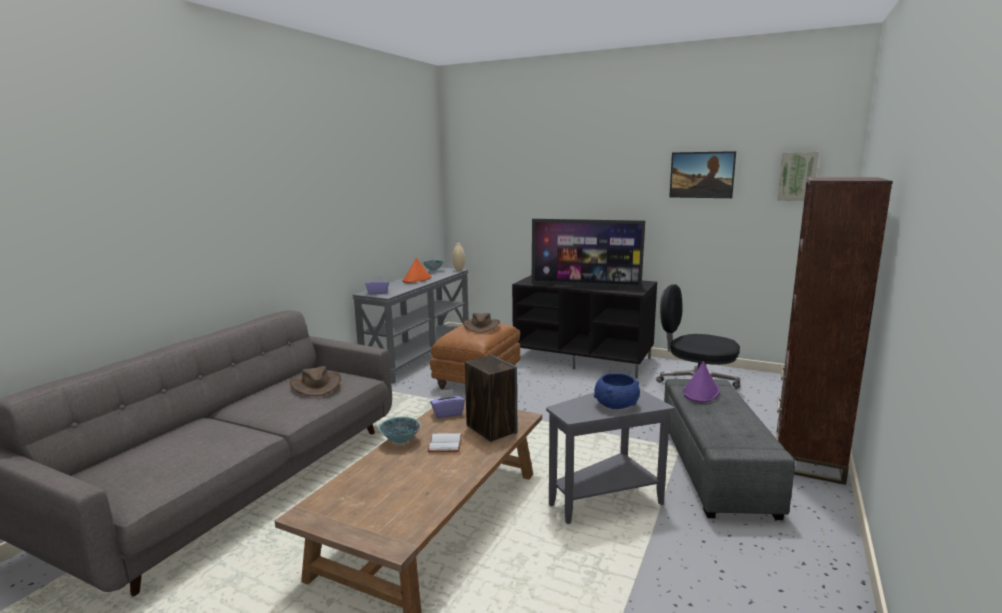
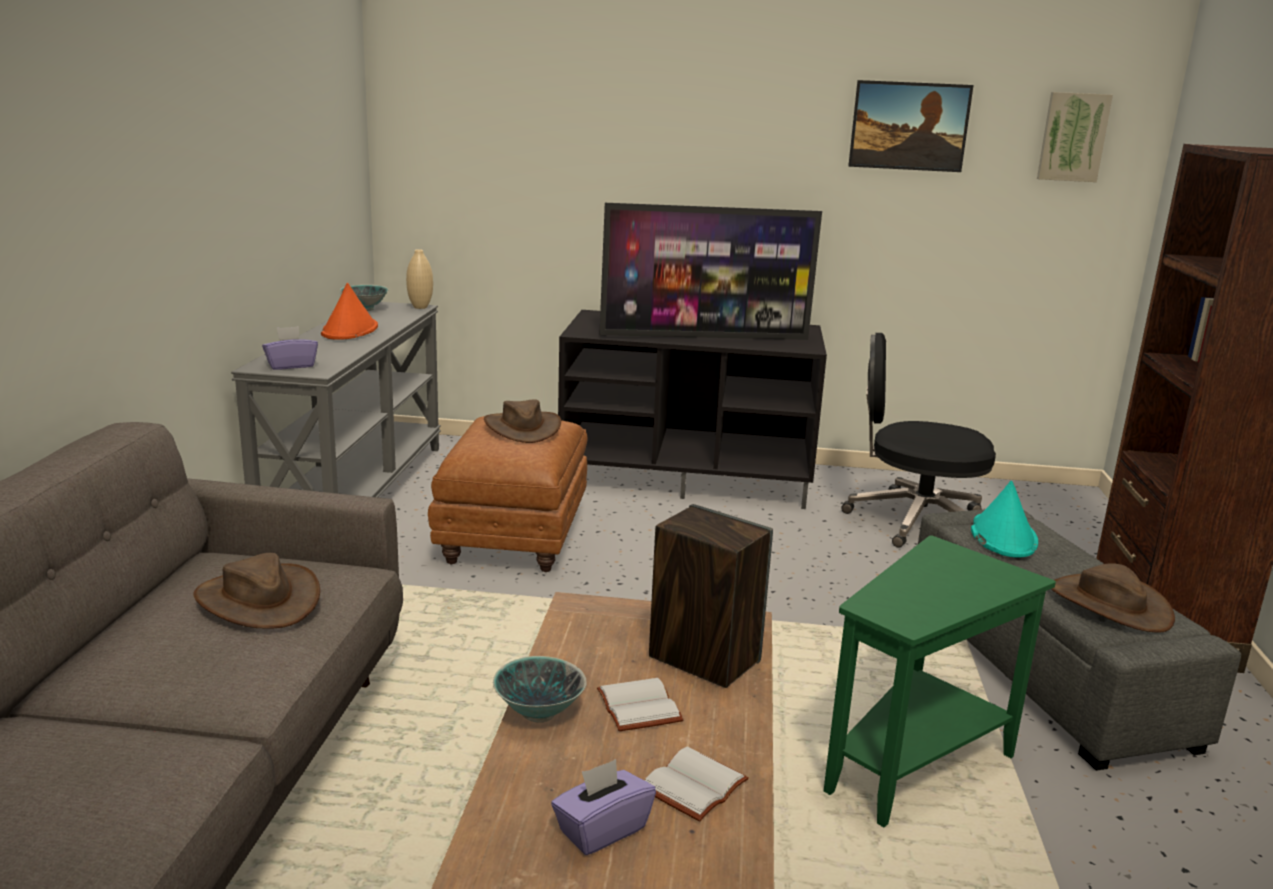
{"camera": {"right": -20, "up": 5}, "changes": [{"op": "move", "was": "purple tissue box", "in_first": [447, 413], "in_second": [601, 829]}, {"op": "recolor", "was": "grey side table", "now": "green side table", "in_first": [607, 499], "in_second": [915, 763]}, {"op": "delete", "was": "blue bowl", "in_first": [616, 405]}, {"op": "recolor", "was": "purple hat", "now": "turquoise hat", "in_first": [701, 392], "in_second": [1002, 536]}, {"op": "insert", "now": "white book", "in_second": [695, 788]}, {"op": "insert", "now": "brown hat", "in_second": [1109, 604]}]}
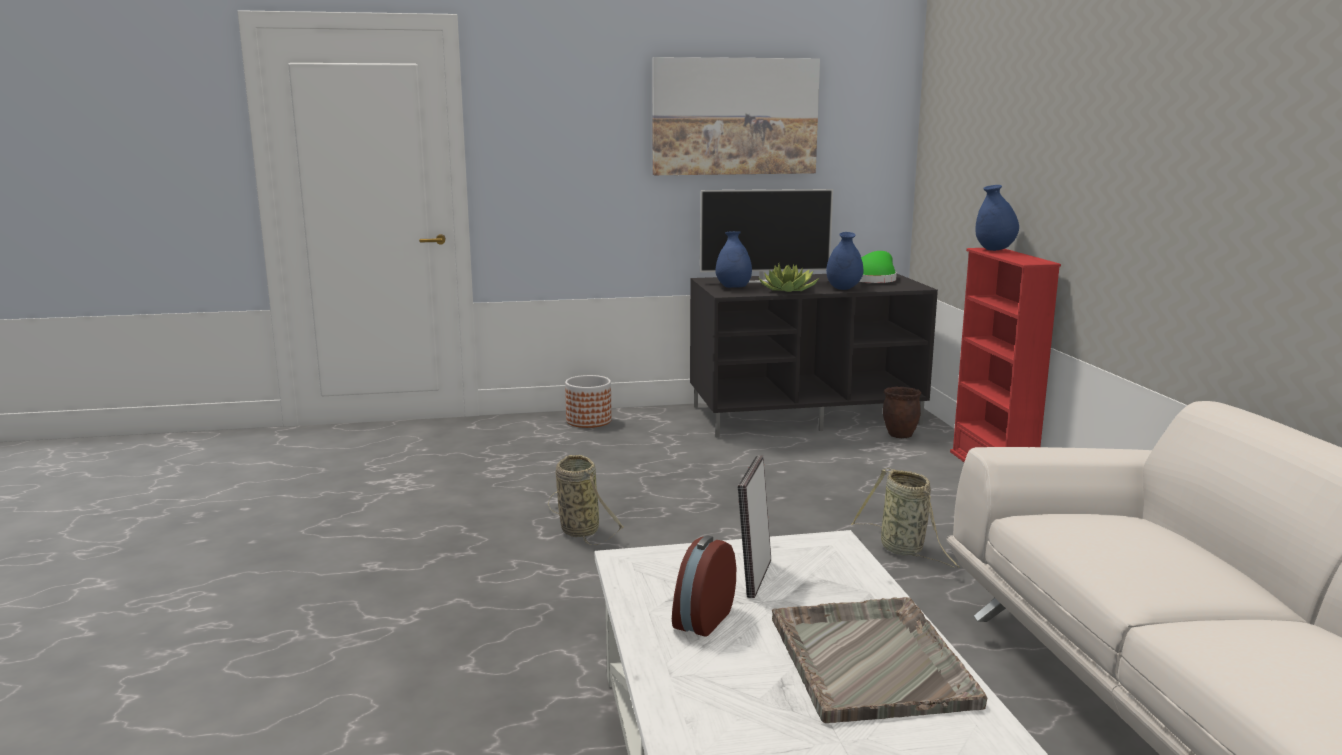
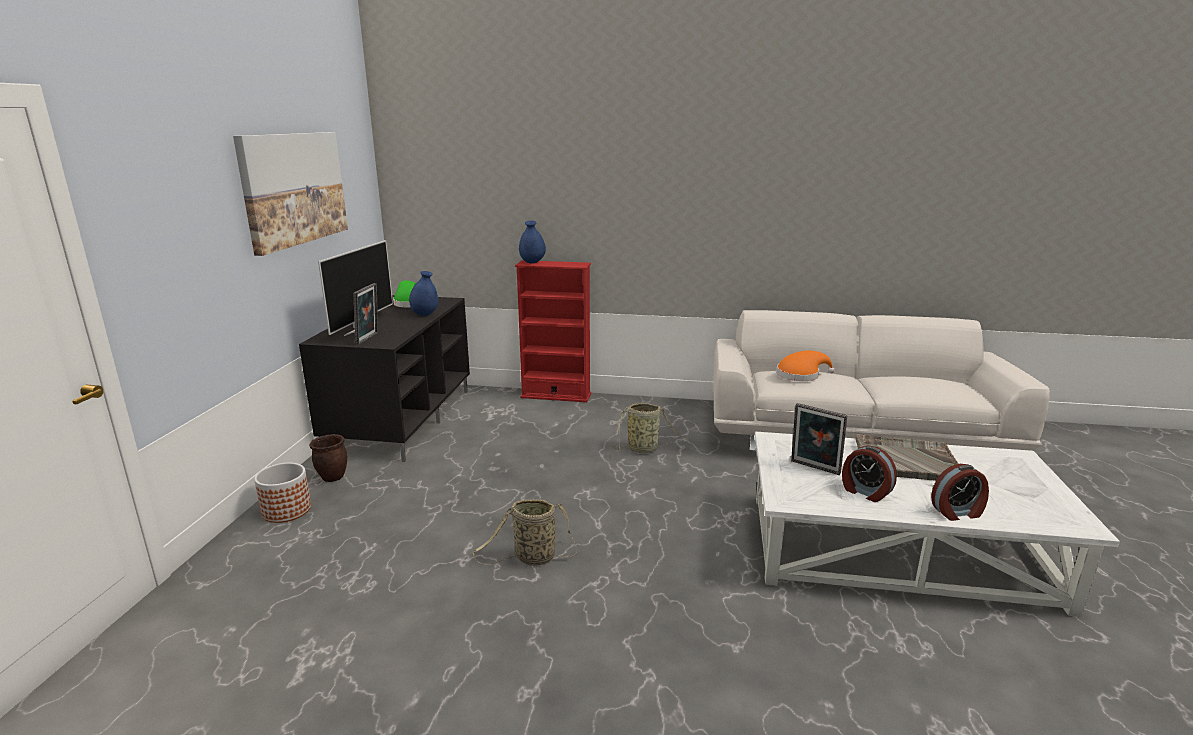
{"camera": {"right": -70, "up": 5}, "changes": [{"op": "replace", "was": "blue vase", "now": "picture frame", "in_first": [733, 288], "in_second": [369, 339]}, {"op": "delete", "was": "potted plant", "in_first": [789, 290]}, {"op": "move", "was": "brown planter", "in_first": [900, 435], "in_second": [333, 477]}, {"op": "insert", "now": "orange hat", "in_second": [800, 375]}, {"op": "insert", "now": "alarm clock", "in_second": [957, 513]}]}
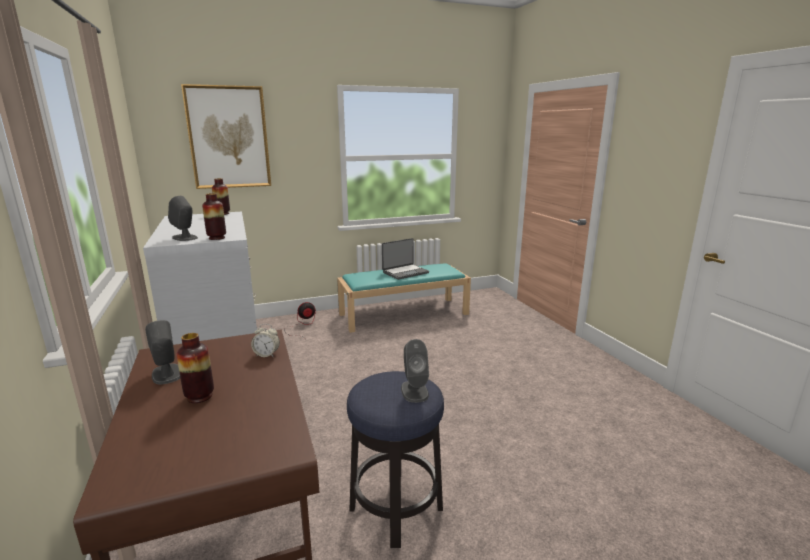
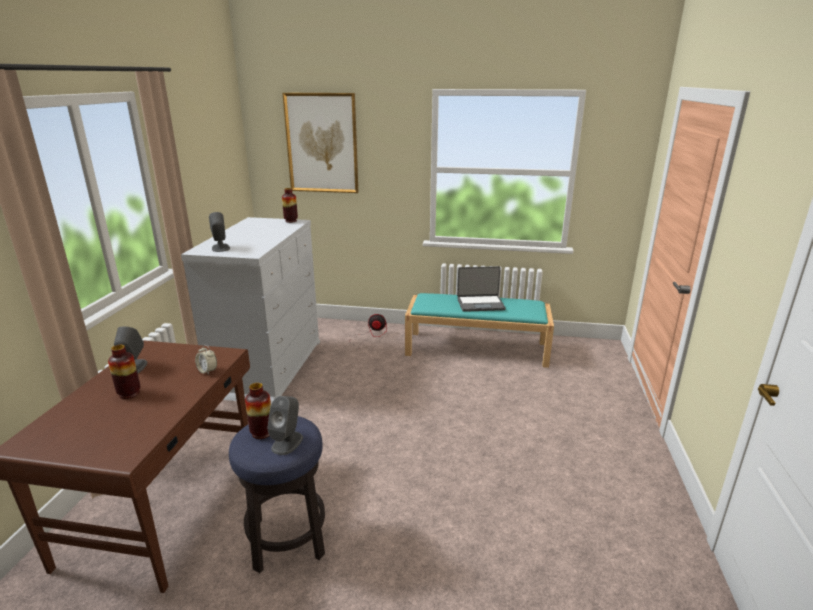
{"camera": {"right": 30, "up": 5}, "changes": [{"op": "move", "was": "vase", "in_first": [217, 238], "in_second": [262, 433]}]}
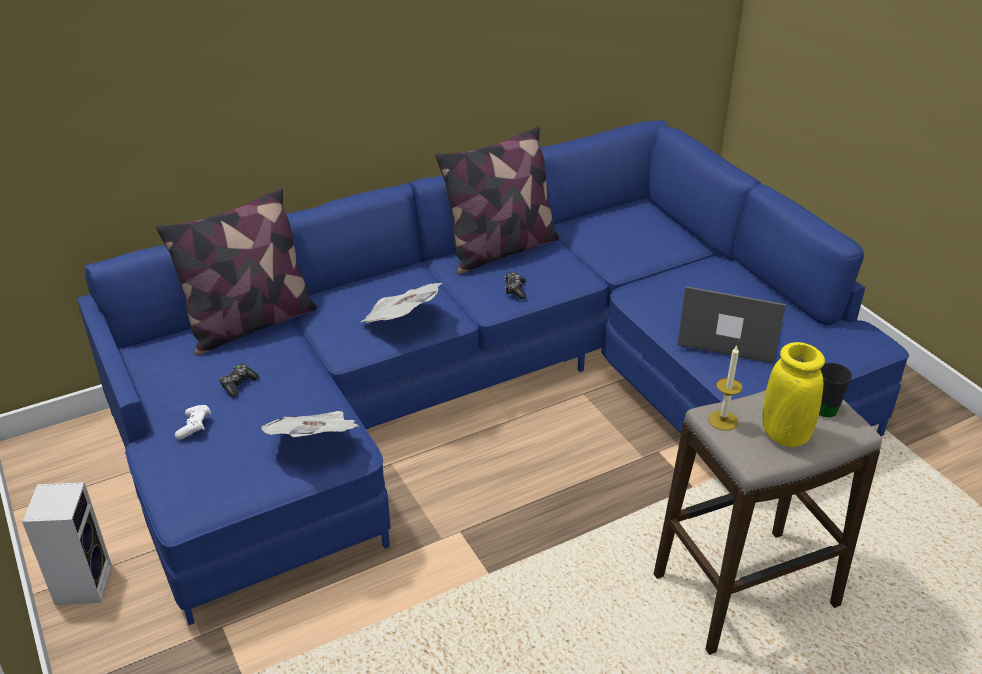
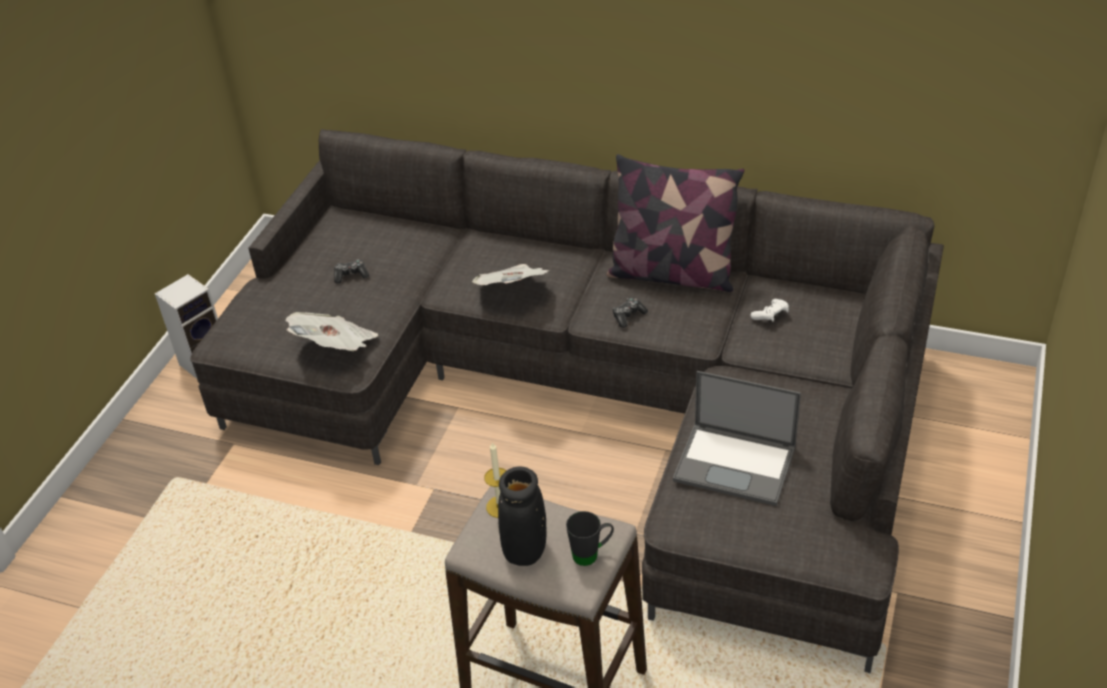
{"camera": {"right": 50, "up": 5}, "changes": [{"op": "recolor", "was": "blue sofa", "now": "grey sofa", "in_first": [490, 393], "in_second": [595, 401]}, {"op": "delete", "was": "pillow", "in_first": [250, 323]}, {"op": "move", "was": "white game controller", "in_first": [195, 427], "in_second": [770, 316]}, {"op": "rotate", "was": "laptop", "in_first": [728, 333], "in_second": [736, 464], "clockwise": 135}, {"op": "recolor", "was": "yellow vase", "now": "black vase", "in_first": [784, 434], "in_second": [525, 550]}]}
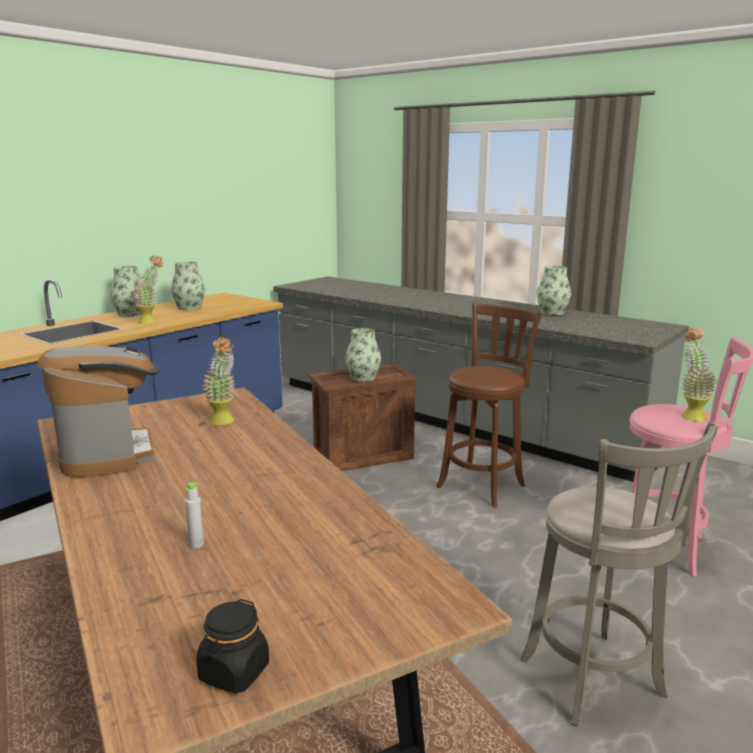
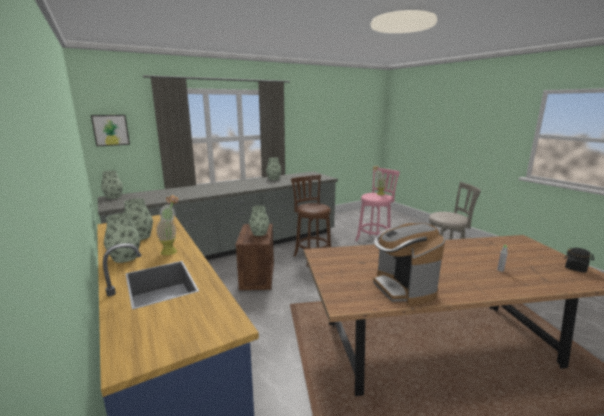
{"camera": {"right": -70, "up": 0}, "changes": [{"op": "rotate", "was": "coffee machine", "in_first": [108, 454], "in_second": [403, 288], "clockwise": -105}, {"op": "delete", "was": "potted plant", "in_first": [224, 422]}, {"op": "insert", "now": "picture", "in_second": [110, 130]}, {"op": "insert", "now": "vase", "in_second": [113, 197]}]}
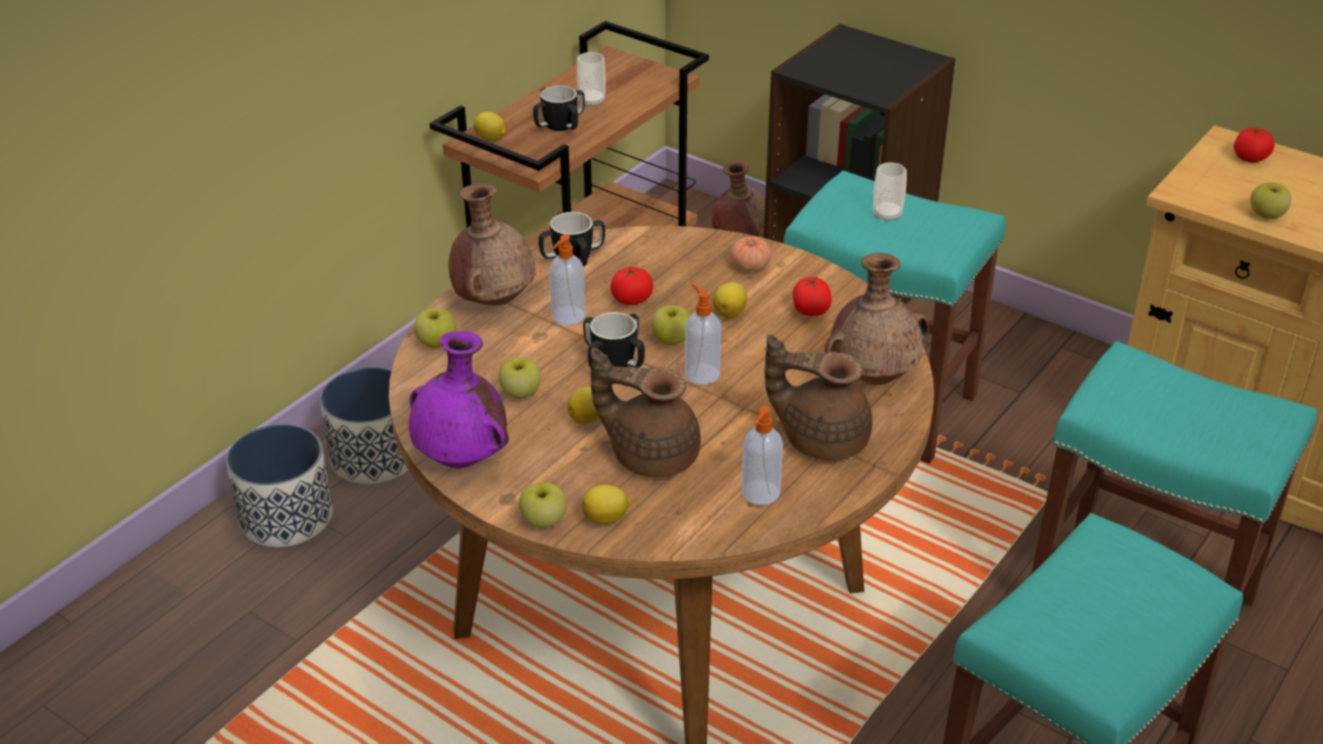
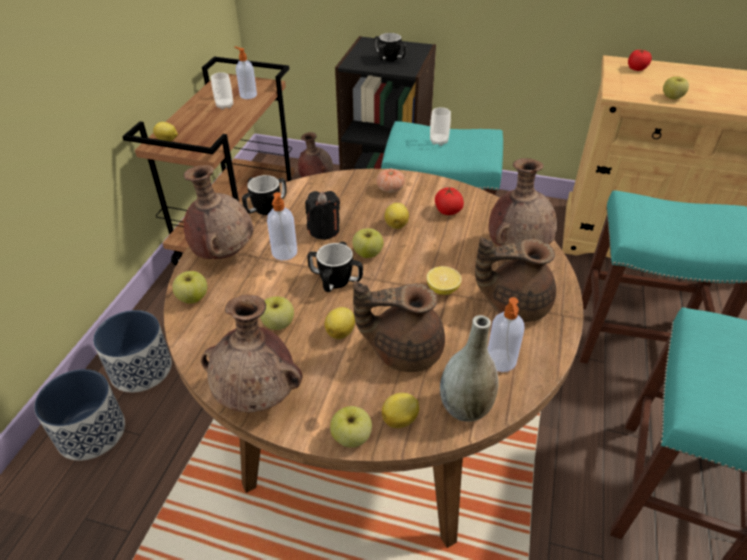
{"camera": {"right": -20, "up": 5}, "changes": [{"op": "recolor", "was": "purple vase", "now": "brown vase", "in_first": [463, 459], "in_second": [258, 397]}, {"op": "move", "was": "mug", "in_first": [559, 125], "in_second": [389, 58]}, {"op": "replace", "was": "tomato", "now": "black candle", "in_first": [632, 299], "in_second": [324, 230]}, {"op": "move", "was": "soap dispenser", "in_first": [701, 373], "in_second": [248, 95]}, {"op": "insert", "now": "lemon", "in_second": [442, 289]}, {"op": "insert", "now": "grey vase", "in_second": [465, 408]}]}
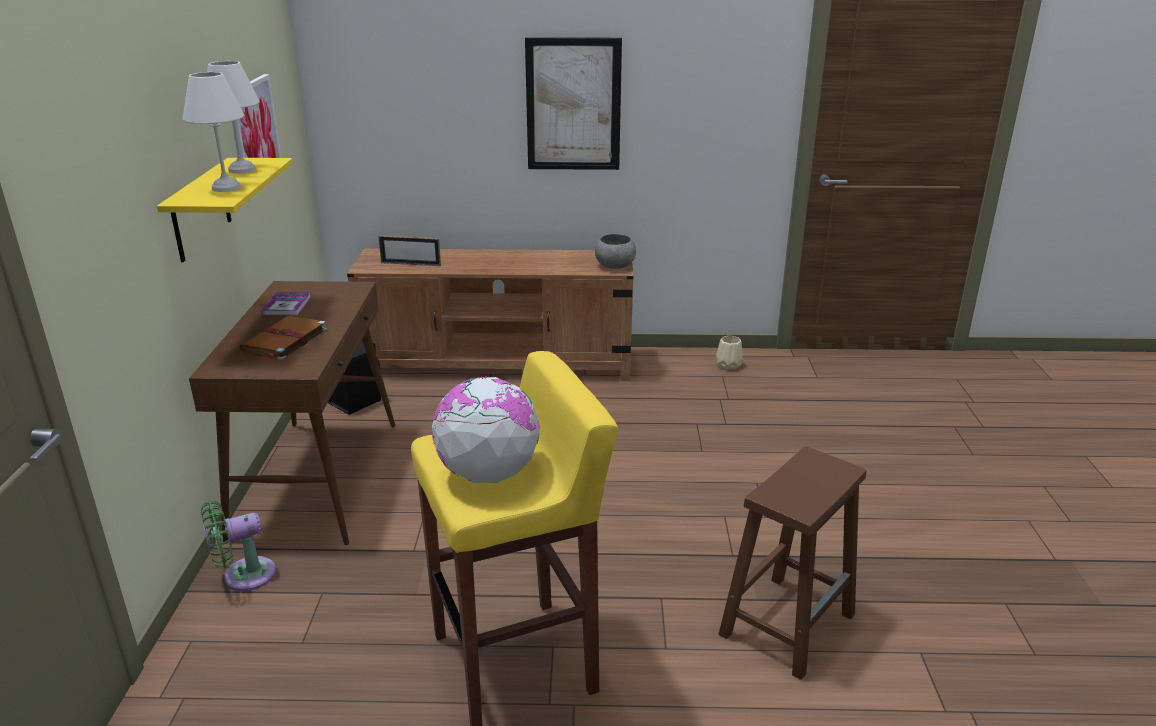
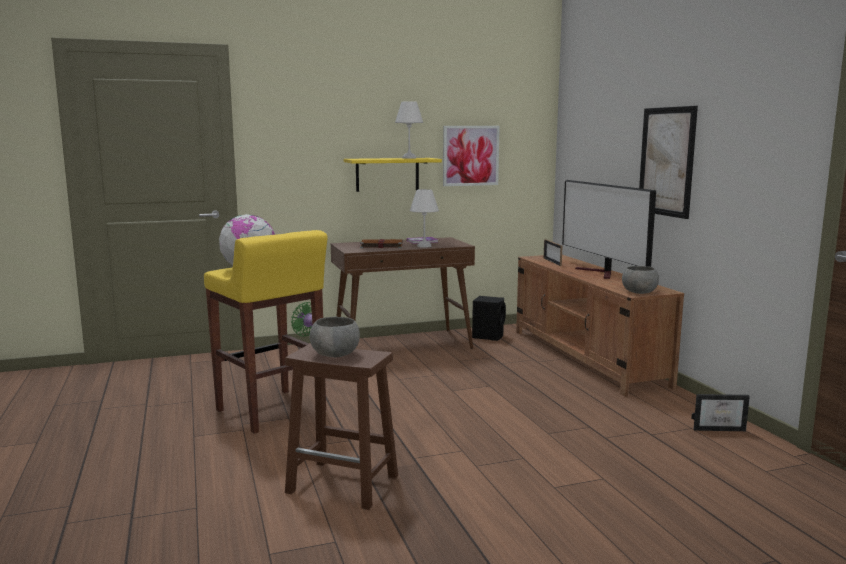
{"camera": {"right": 70, "up": -15}, "changes": [{"op": "move", "was": "white table lamp", "in_first": [227, 187], "in_second": [425, 246]}, {"op": "replace", "was": "beige vase", "now": "picture frame", "in_first": [728, 365], "in_second": [718, 428]}, {"op": "insert", "now": "grey bowl", "in_second": [334, 354]}, {"op": "insert", "now": "television", "in_second": [601, 273]}]}
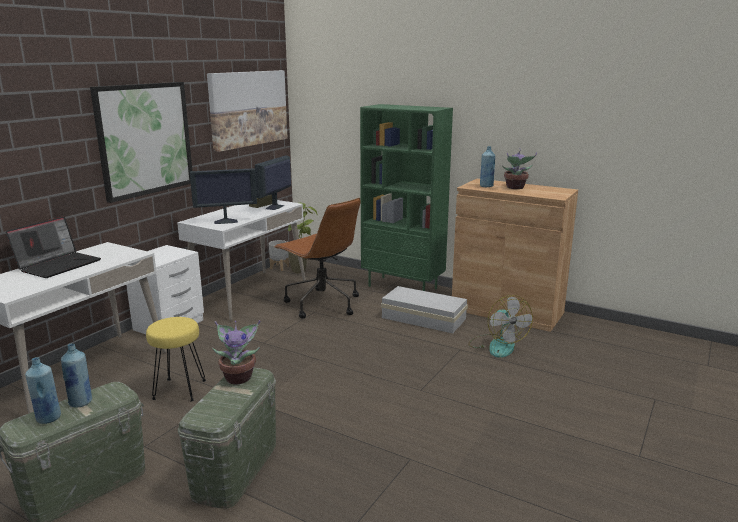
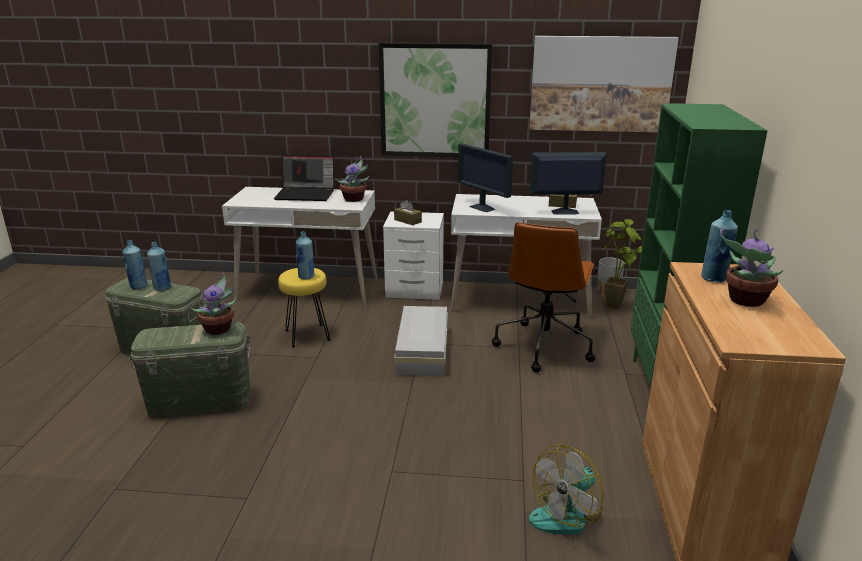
{"camera": {"right": 65, "up": 5}, "changes": [{"op": "move", "was": "white storage box", "in_first": [423, 317], "in_second": [424, 350]}, {"op": "insert", "now": "blue bottle", "in_second": [306, 277]}, {"op": "insert", "now": "potted plant", "in_second": [355, 199]}, {"op": "insert", "now": "brown tissue box", "in_second": [408, 221]}]}
